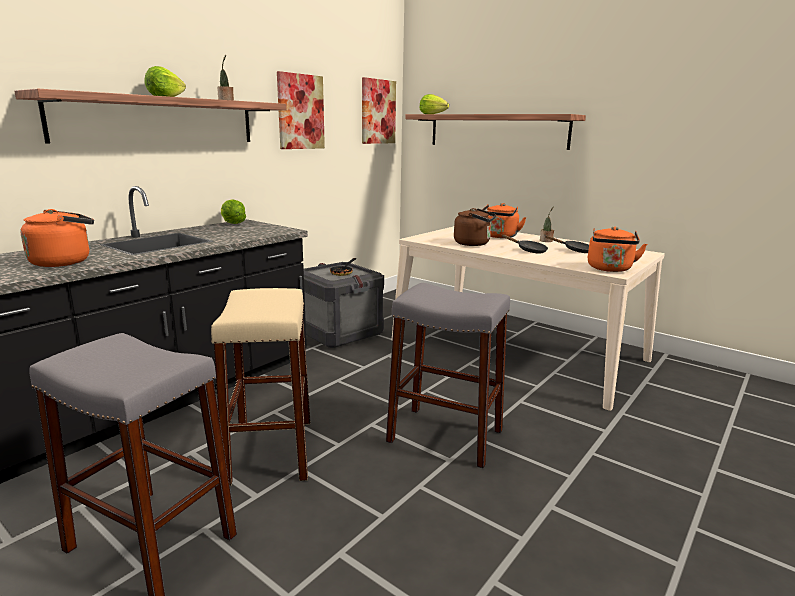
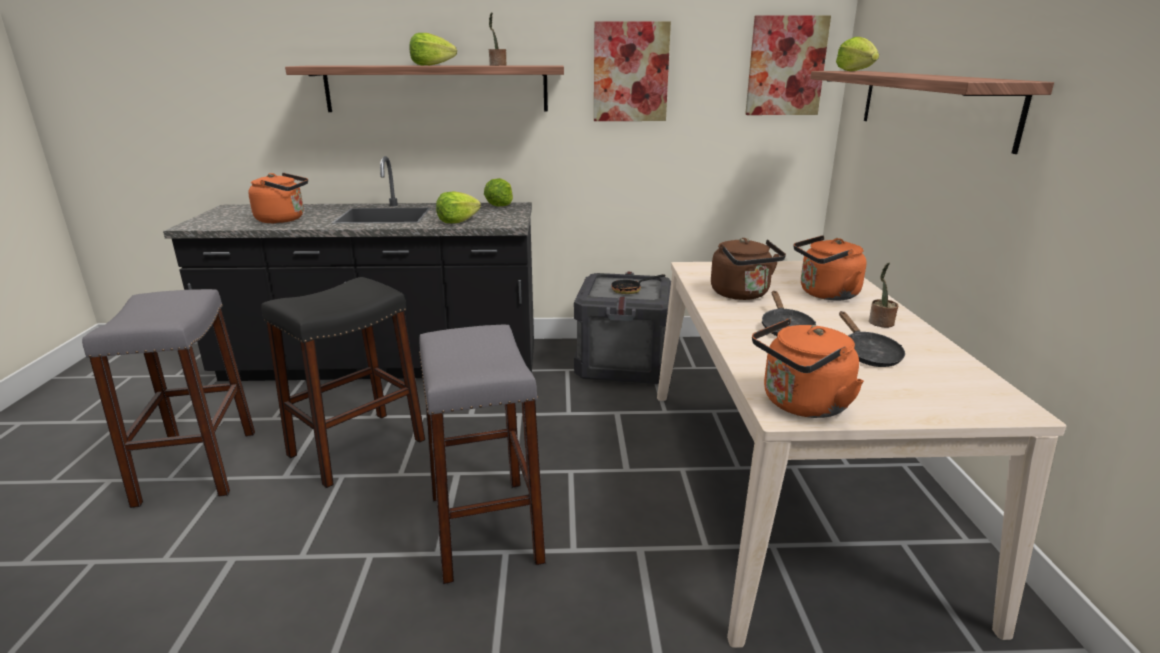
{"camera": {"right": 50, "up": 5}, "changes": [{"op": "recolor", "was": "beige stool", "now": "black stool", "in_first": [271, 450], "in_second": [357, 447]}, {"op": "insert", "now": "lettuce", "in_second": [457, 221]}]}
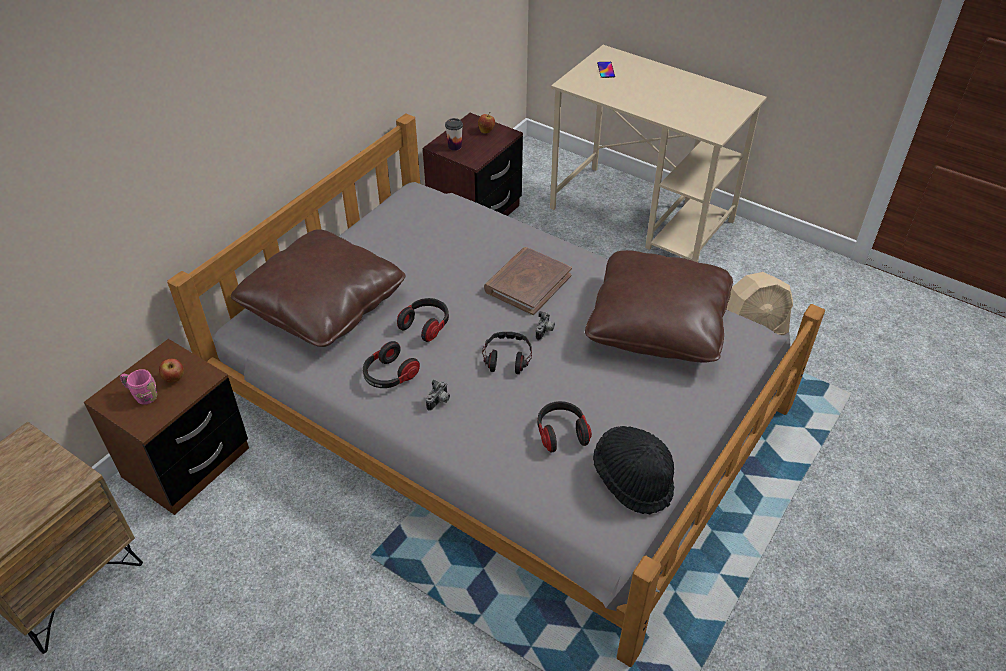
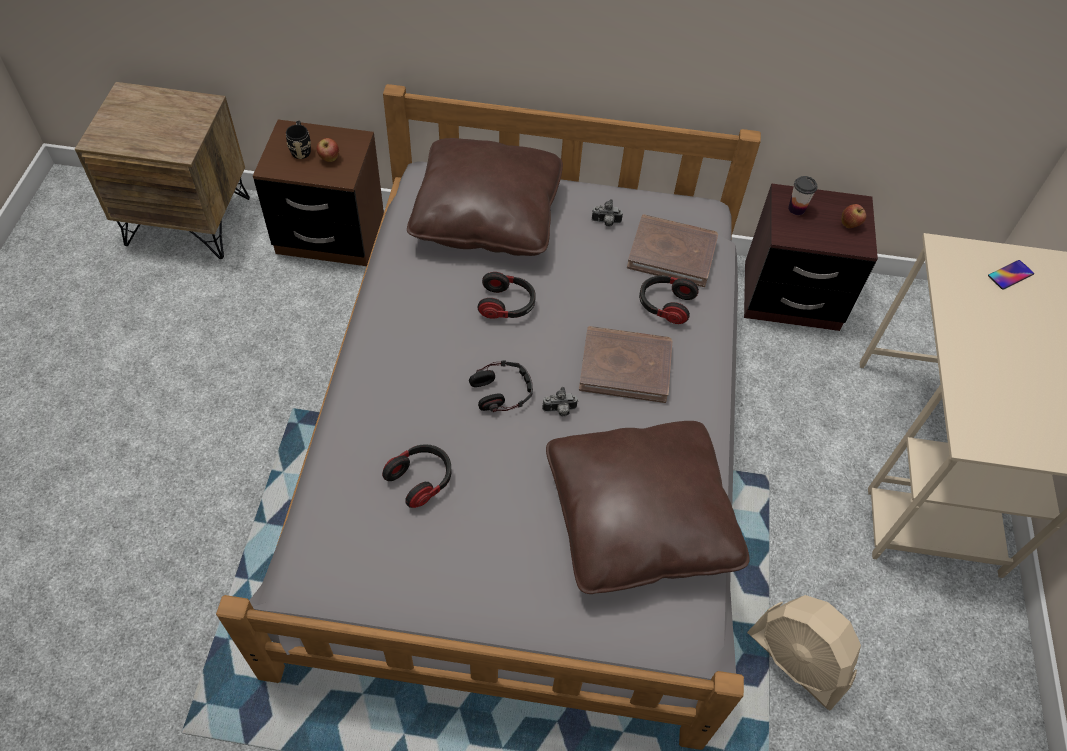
{"camera": {"right": 60, "up": 10}, "changes": [{"op": "recolor", "was": "pink mug", "now": "black mug", "in_first": [142, 395], "in_second": [301, 149]}, {"op": "move", "was": "headphones", "in_first": [389, 376], "in_second": [665, 305]}, {"op": "move", "was": "photo camera", "in_first": [439, 402], "in_second": [606, 223]}, {"op": "delete", "was": "black hat", "in_first": [633, 479]}, {"op": "insert", "now": "brown book", "in_second": [672, 253]}]}
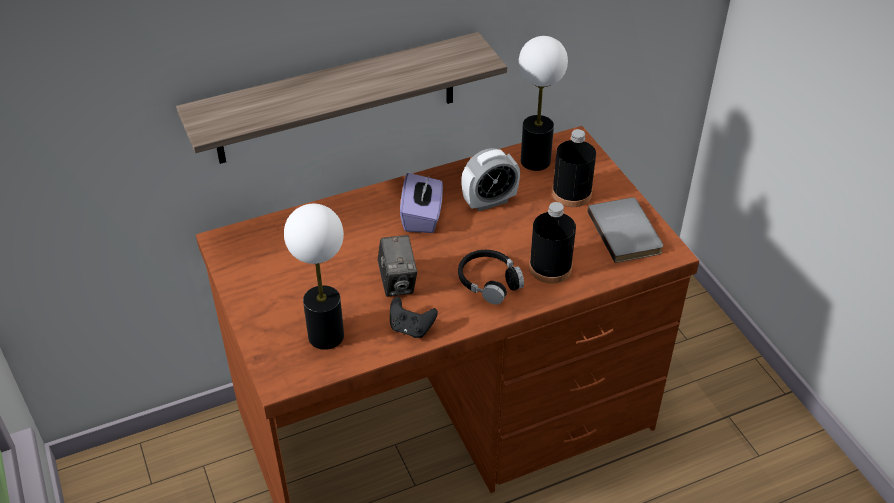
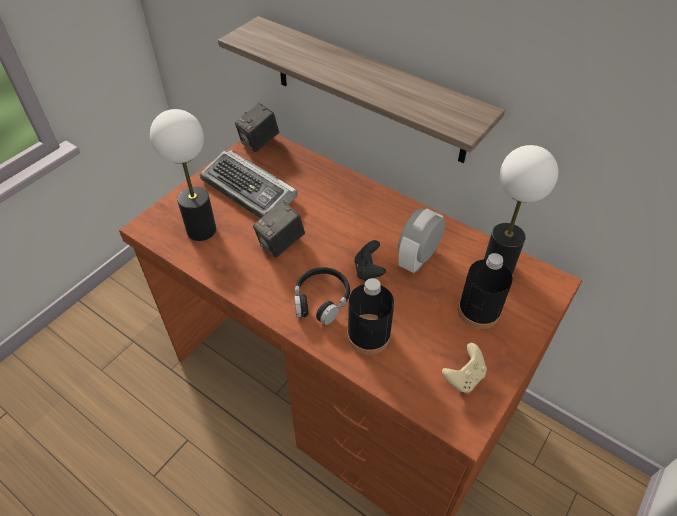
{"camera": {"right": 60, "up": 5}, "changes": [{"op": "move", "was": "black game controller", "in_first": [411, 328], "in_second": [368, 270]}, {"op": "delete", "was": "purple tissue box", "in_first": [422, 217]}, {"op": "rotate", "was": "alarm clock", "in_first": [489, 201], "in_second": [418, 258], "clockwise": 90}, {"op": "replace", "was": "grey book", "now": "beige game controller", "in_first": [627, 232], "in_second": [464, 377]}, {"op": "insert", "now": "keyboard", "in_second": [250, 190]}, {"op": "insert", "now": "photo camera", "in_second": [259, 142]}]}
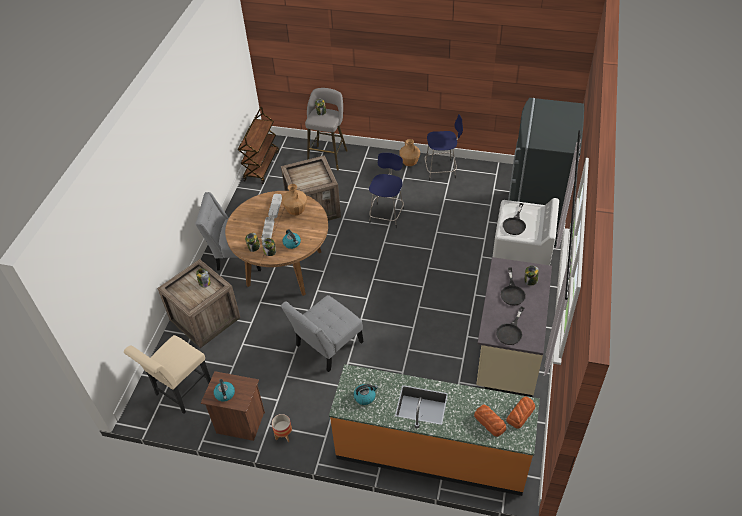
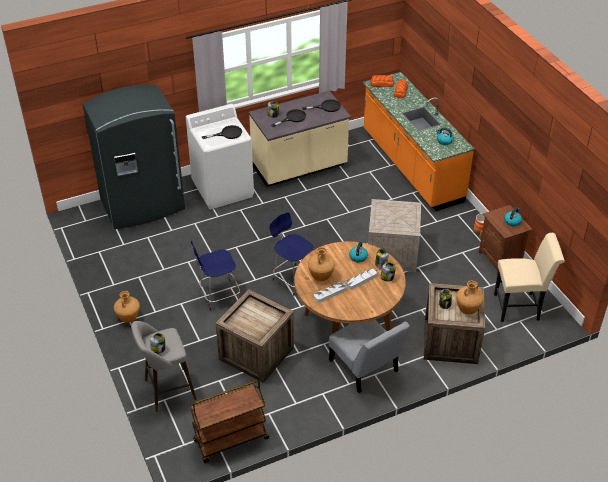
{"camera": {"right": -130, "up": -5}, "changes": [{"op": "replace", "was": "grey chair", "now": "crate", "in_first": [326, 346], "in_second": [393, 253]}, {"op": "move", "was": "blue stool", "in_first": [441, 170], "in_second": [293, 279]}, {"op": "insert", "now": "brown vase", "in_second": [467, 310]}]}
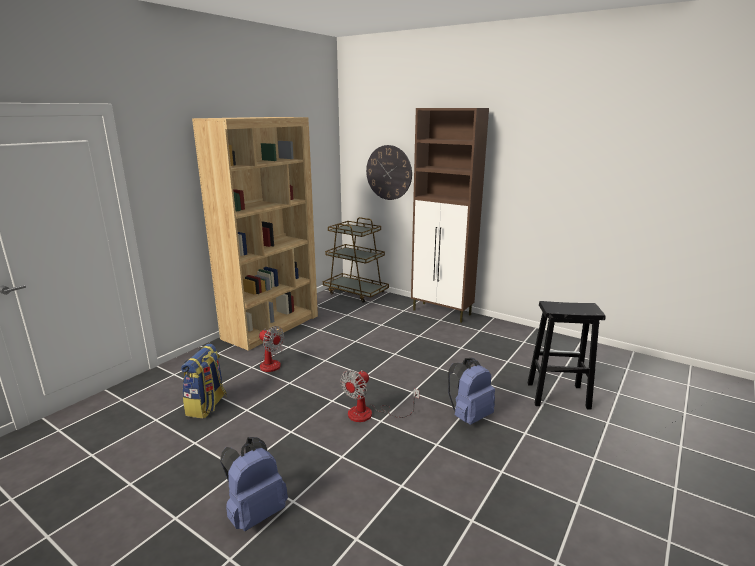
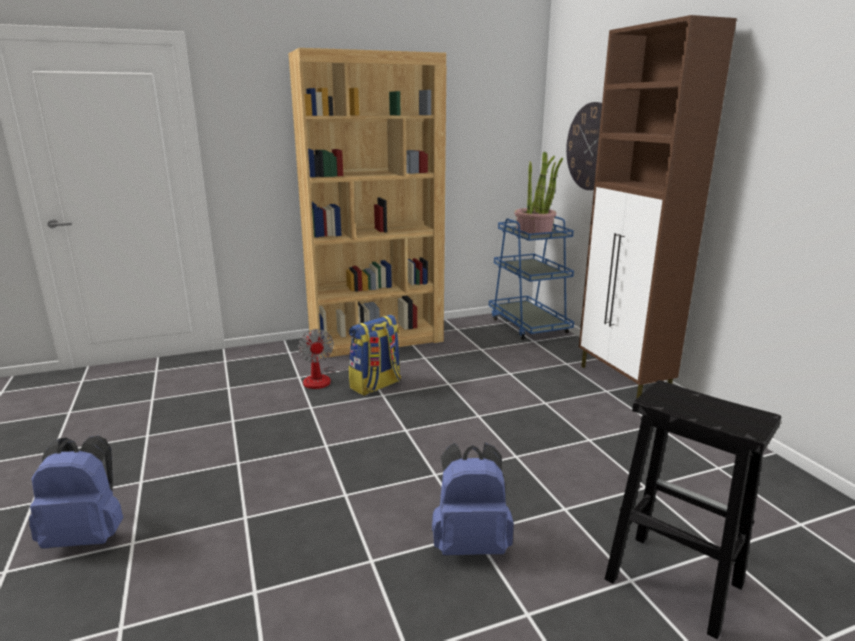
{"camera": {"right": 35, "up": 0}, "changes": [{"op": "move", "was": "backpack", "in_first": [207, 406], "in_second": [376, 386]}, {"op": "recolor", "was": "brown cart", "now": "blue cart", "in_first": [356, 292], "in_second": [528, 325]}, {"op": "delete", "was": "fan", "in_first": [369, 414]}, {"op": "insert", "now": "potted plant", "in_second": [534, 231]}]}
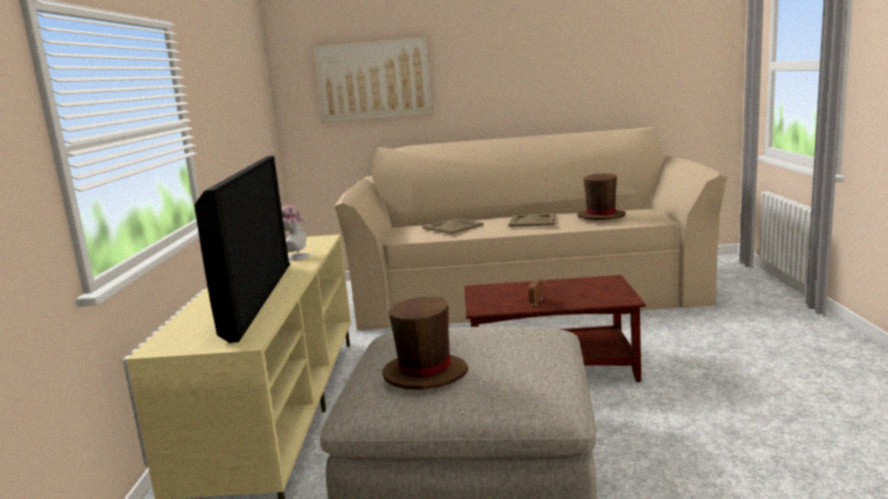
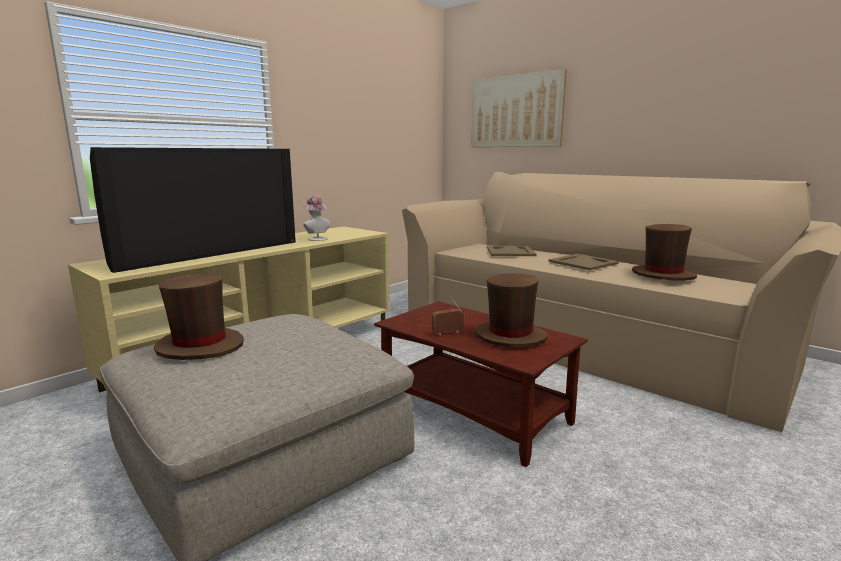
{"camera": {"right": 40, "up": 0}, "changes": [{"op": "insert", "now": "brown hat", "in_second": [510, 336]}]}
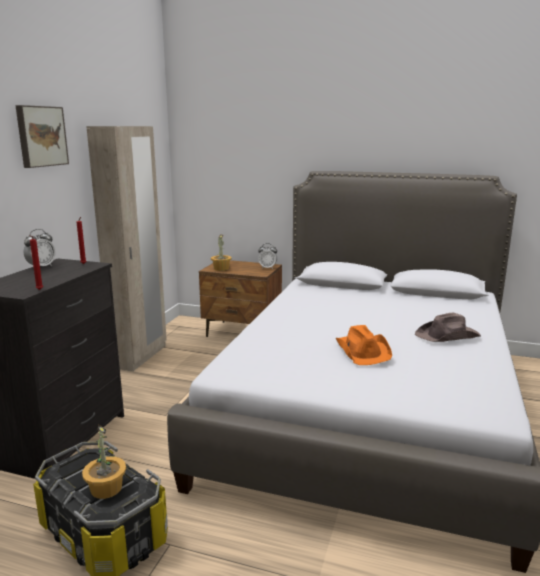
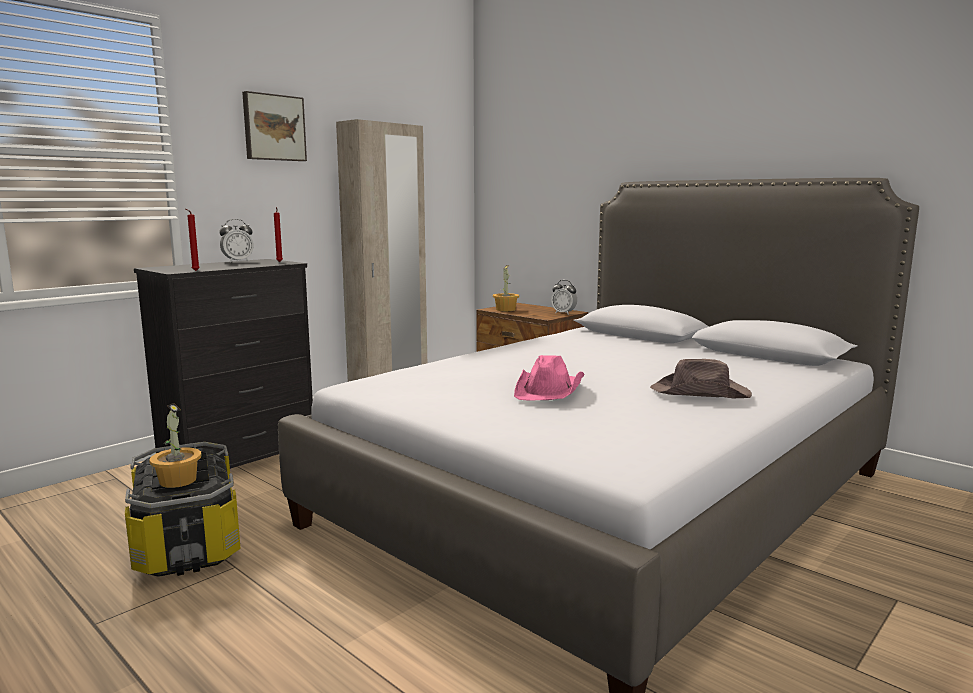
{"camera": {"right": 25, "up": -5}, "changes": [{"op": "recolor", "was": "orange hat", "now": "pink hat", "in_first": [363, 351], "in_second": [549, 390]}]}
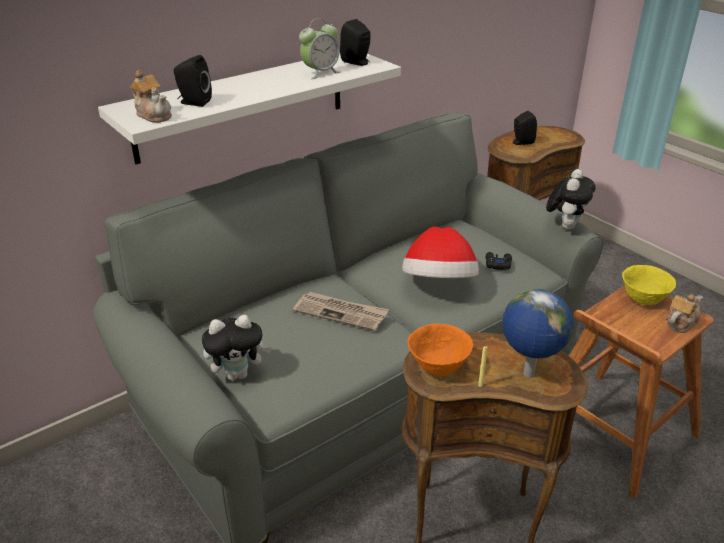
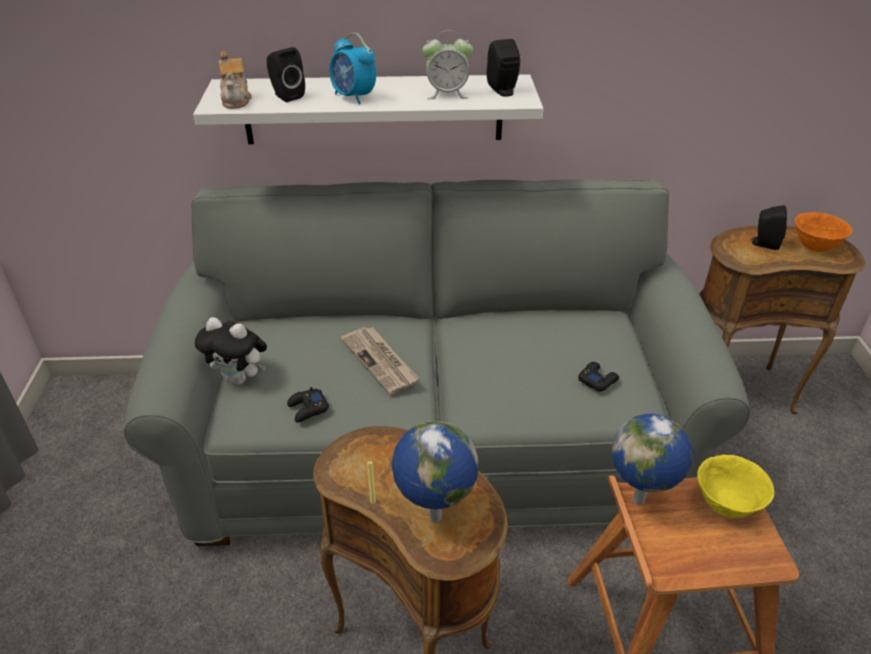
{"camera": {"right": 35, "up": 5}, "changes": [{"op": "delete", "was": "hat", "in_first": [439, 284]}, {"op": "move", "was": "orange bowl", "in_first": [437, 367], "in_second": [814, 247]}, {"op": "delete", "was": "plush toy", "in_first": [565, 225]}, {"op": "delete", "was": "teapot", "in_first": [680, 323]}, {"op": "insert", "now": "black game controller", "in_second": [308, 409]}, {"op": "insert", "now": "alarm clock", "in_second": [354, 97]}, {"op": "insert", "now": "globe", "in_second": [640, 501]}]}
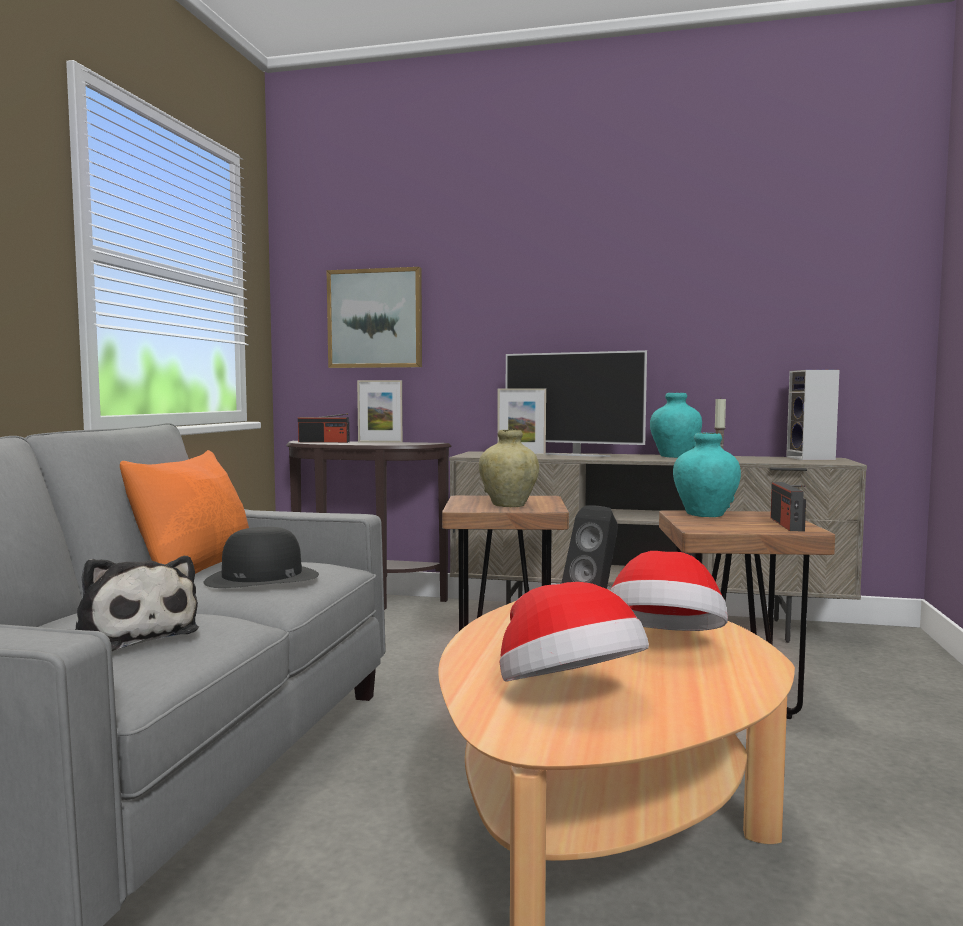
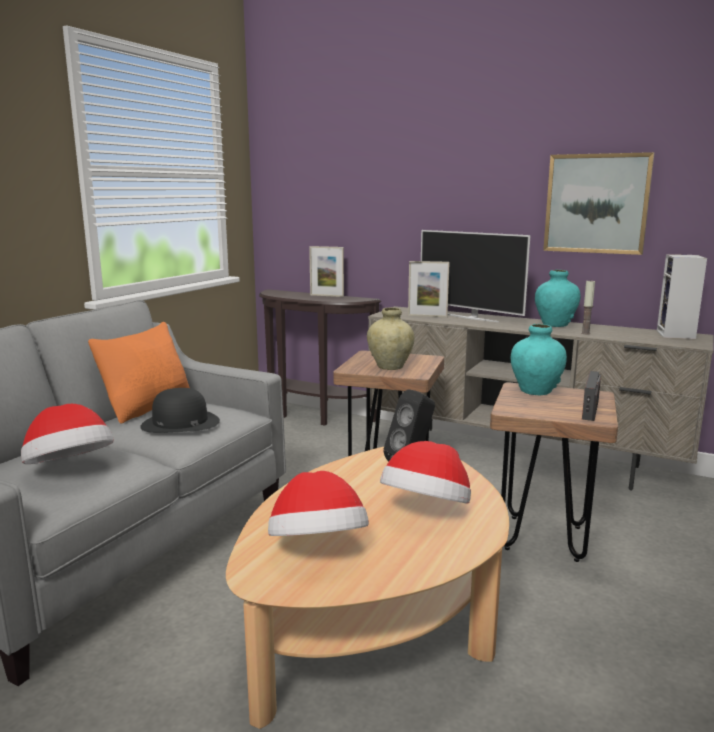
{"camera": {"right": 15, "up": 10}, "changes": [{"op": "replace", "was": "plush toy", "now": "hat", "in_first": [134, 634], "in_second": [70, 469]}, {"op": "delete", "was": "radio", "in_first": [324, 442]}, {"op": "move", "was": "picture", "in_first": [375, 319], "in_second": [596, 203]}]}
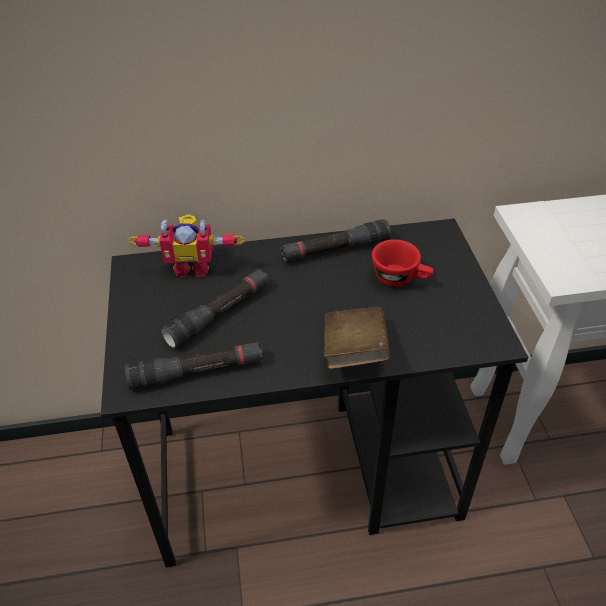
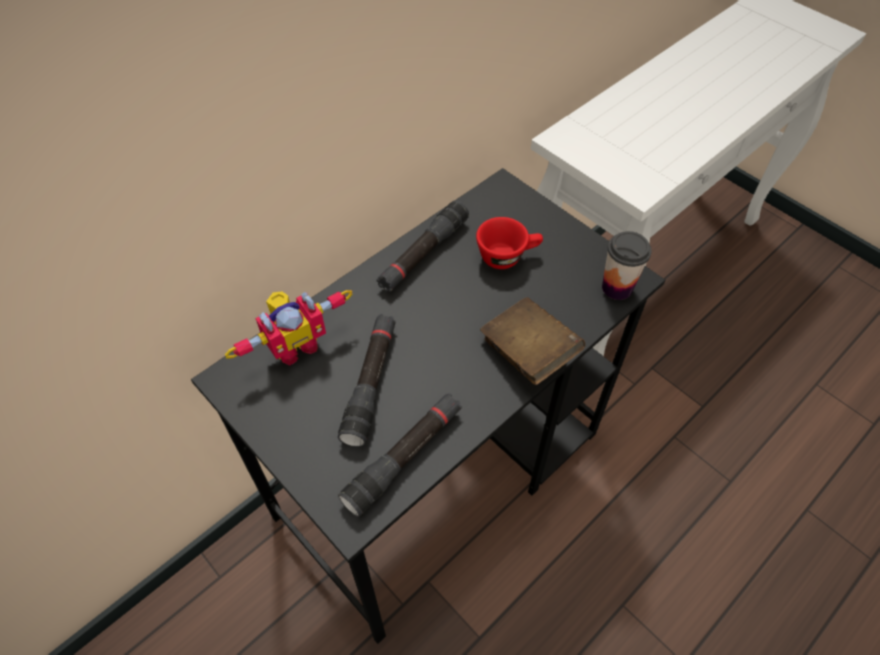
{"camera": {"right": -35, "up": 10}, "changes": [{"op": "insert", "now": "cup", "in_second": [617, 288]}]}
